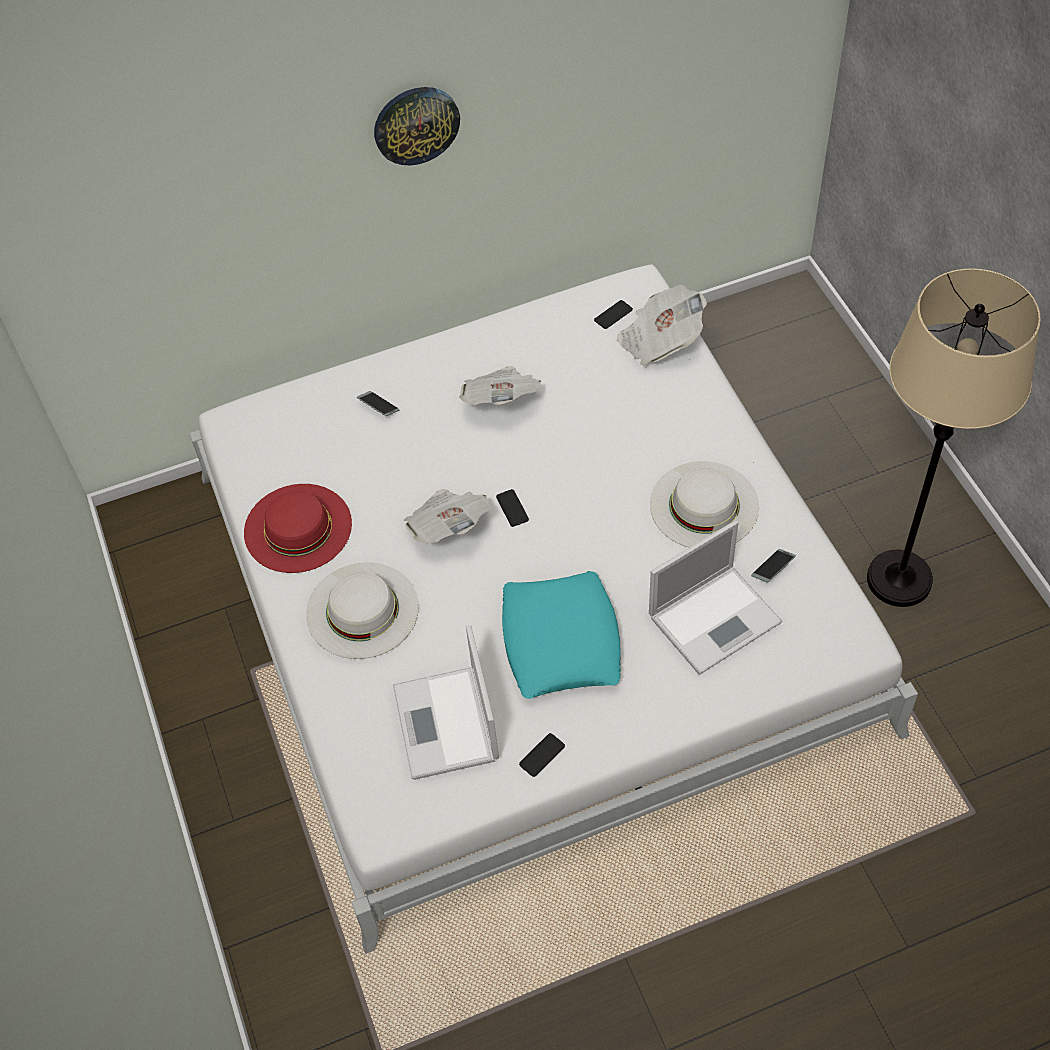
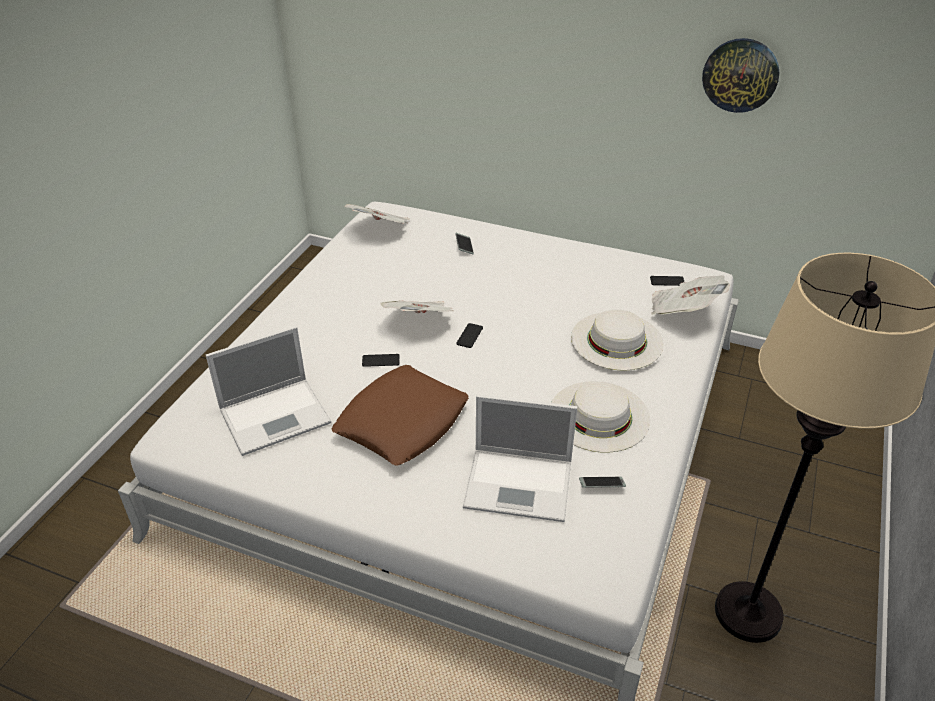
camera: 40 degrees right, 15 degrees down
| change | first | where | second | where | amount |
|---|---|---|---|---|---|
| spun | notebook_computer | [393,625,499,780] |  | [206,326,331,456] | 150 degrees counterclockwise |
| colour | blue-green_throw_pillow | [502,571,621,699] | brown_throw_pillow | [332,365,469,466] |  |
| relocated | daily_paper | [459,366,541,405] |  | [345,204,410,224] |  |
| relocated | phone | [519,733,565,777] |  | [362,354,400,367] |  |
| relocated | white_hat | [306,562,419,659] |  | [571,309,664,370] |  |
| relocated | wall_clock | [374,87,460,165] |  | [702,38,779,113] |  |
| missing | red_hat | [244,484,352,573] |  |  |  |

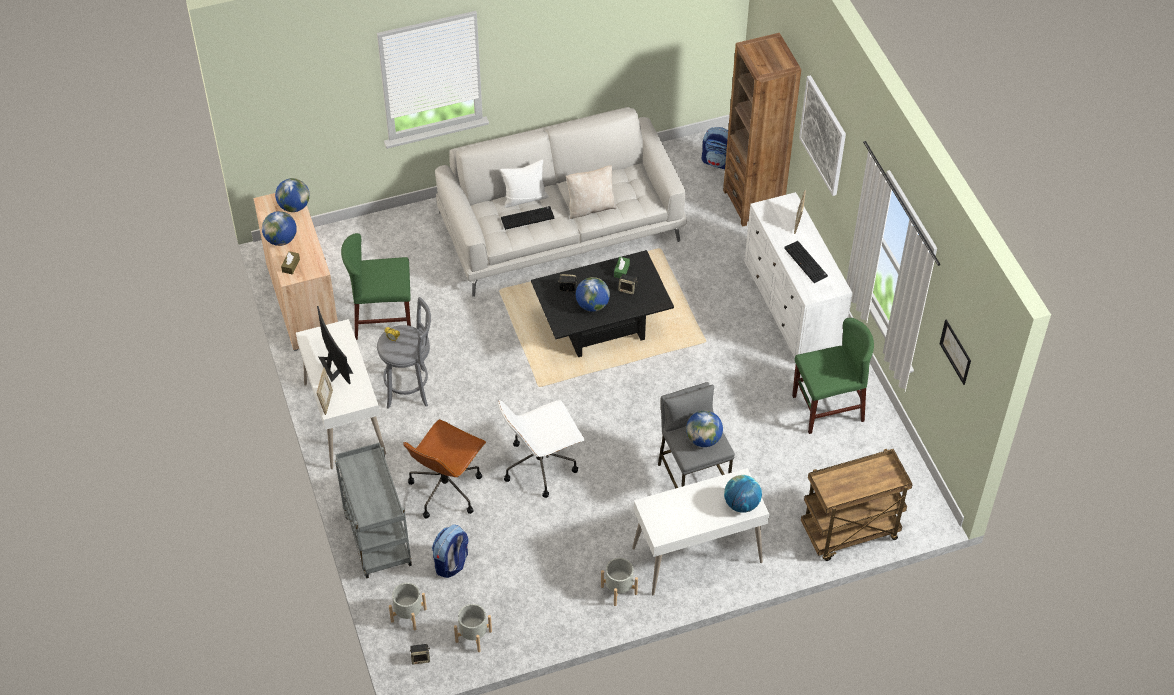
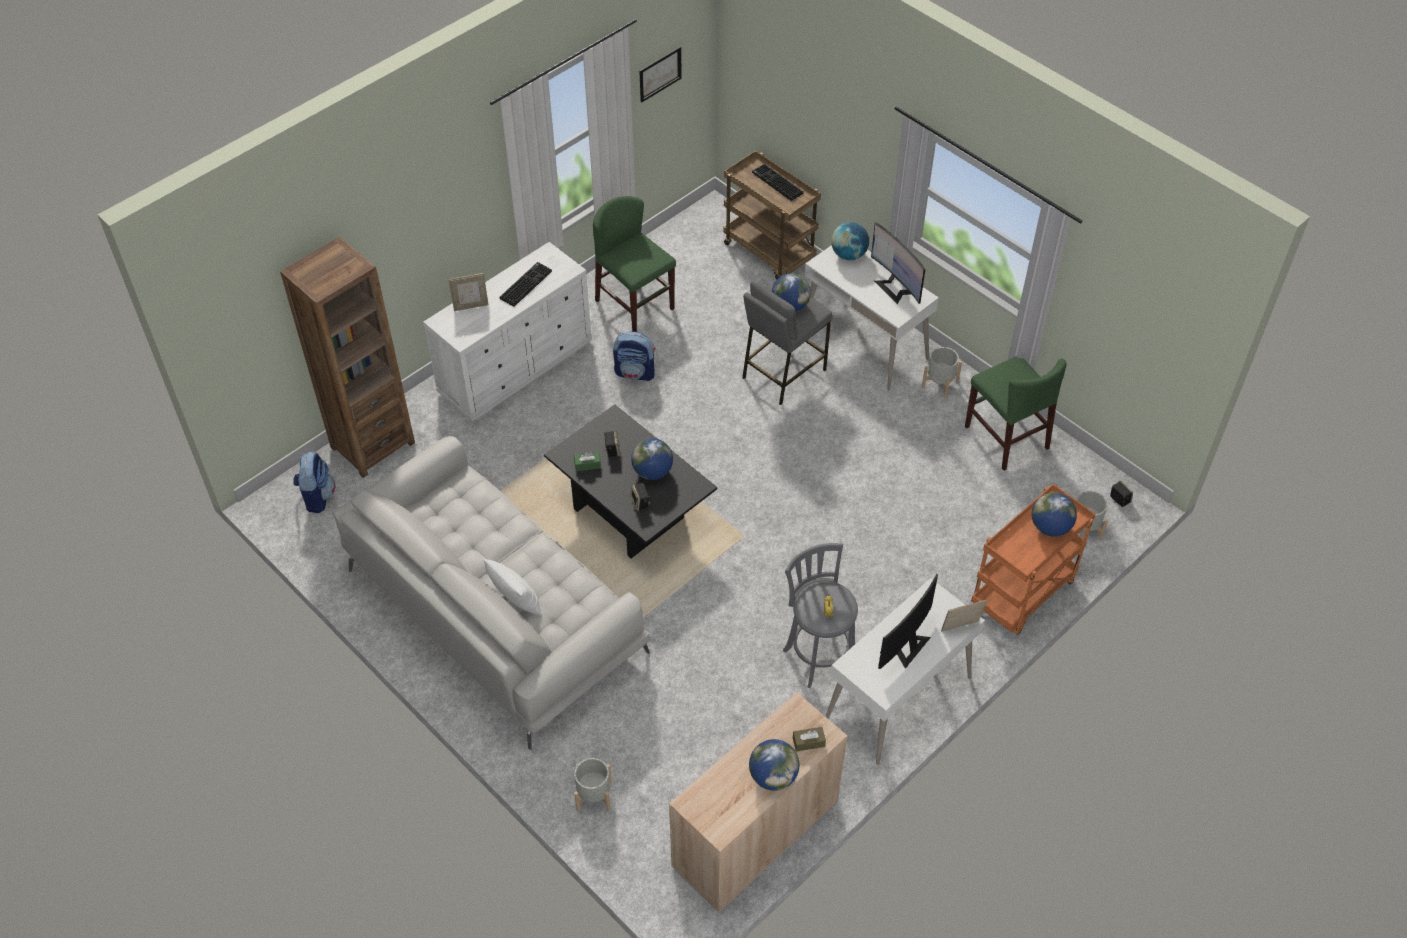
camera: 115 degrees left, 0 degrees up
| change | first | where | second | where | amount |
|---|---|---|---|---|---|
| relocated | greyish_planter | [454,604,492,652] |  | [574,758,612,812] |  |
| relocated | backpack | [432,525,468,578] |  | [613,332,655,381] |  |
| relocated | computer_keyboard | [501,206,554,230] |  | [752,164,804,201] |  |
| appeared |  |  | computer_display | [871,223,925,304] |  |
| relocated | green_chair | [341,233,411,340] |  | [965,356,1067,471] |  |
| colour | greyish_wheeled_cart | [335,442,412,578] | orangey_wheeled_cart | [971,484,1096,635] |  |
| relocated | world_globe | [275,178,310,212] |  | [1032,492,1077,537] |  |
| missing | brown_desk_chair | [403,419,486,518] |  |  |  |
| missing | white_desk_chair | [498,400,585,498] |  |  |  |
| missing | beige-coloured_throw_pillow | [566,165,617,219] |  |  |  |
| missing | wall_art | [799,75,846,196] |  |  |  |

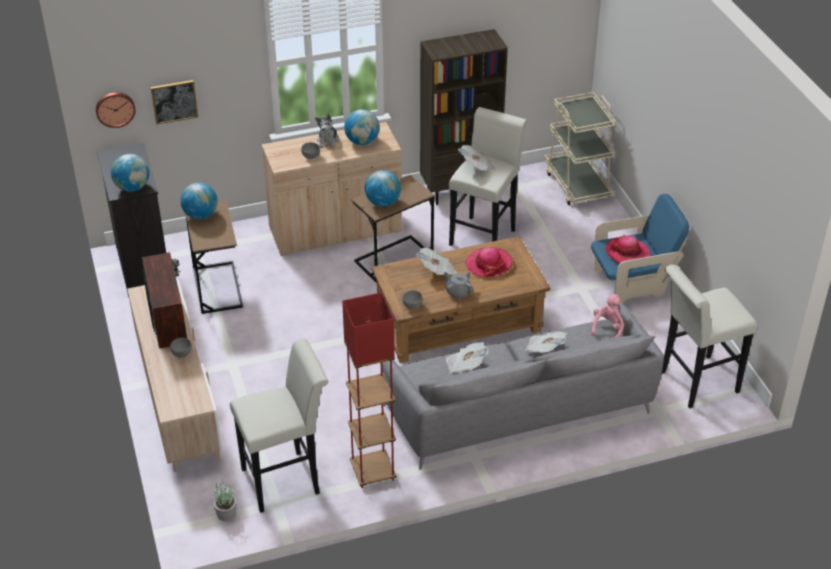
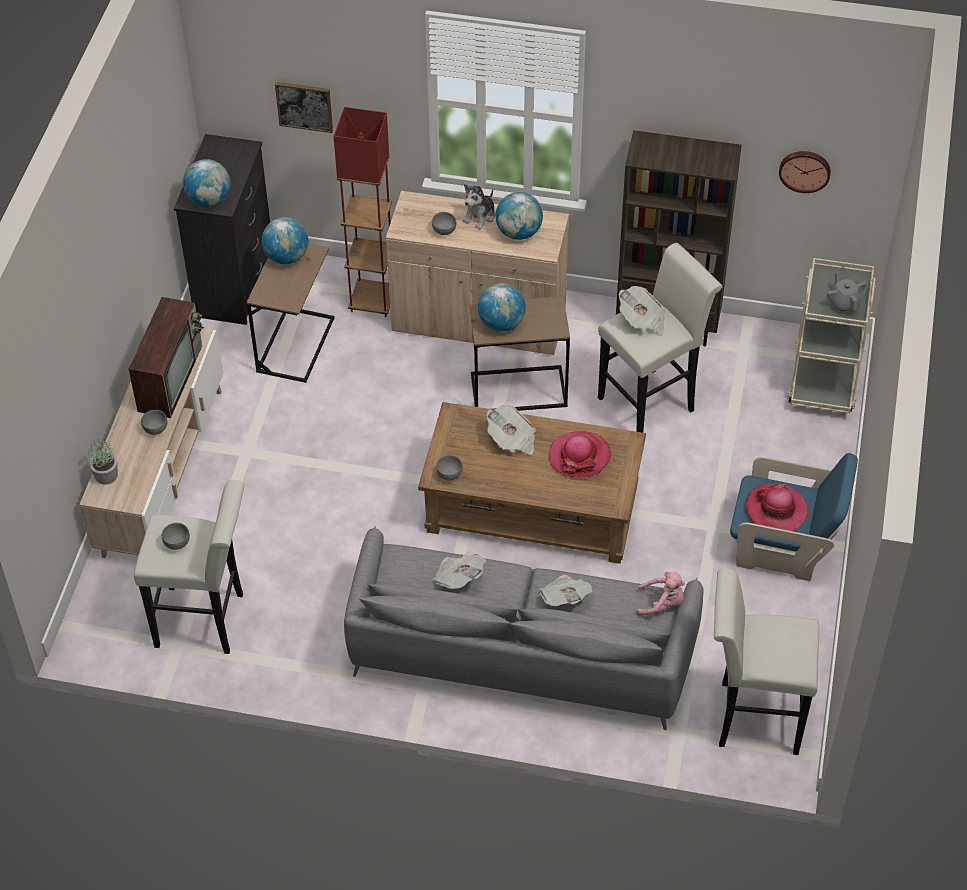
camera: 30 degrees right, 10 degrees up
| change | first | where | second | where | amount |
|---|---|---|---|---|---|
| relocated | plant_in_a_pot | [213,480,237,521] |  | [88,438,118,485] |  |
| appeared |  |  | greyish_bowl | [162,523,190,550] |  |
| relocated | red_standard_lamp | [342,292,396,488] |  | [334,107,392,317] |  |
| spun | pink-coloured_cuddly_toy | [591,294,624,338] |  | [637,571,685,616] | 45 degrees clockwise |
| relocated | wall_clock | [96,92,136,128] |  | [779,151,831,193] |  |
| relocated | greyish_pot_for_tea | [444,271,473,300] |  | [827,272,866,312] |  |

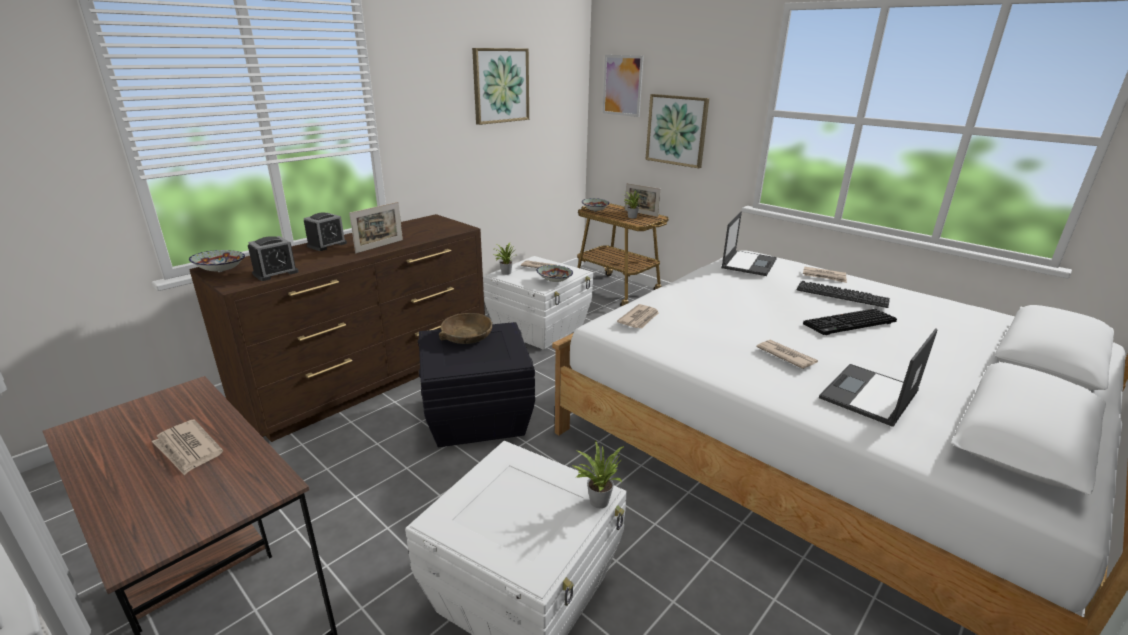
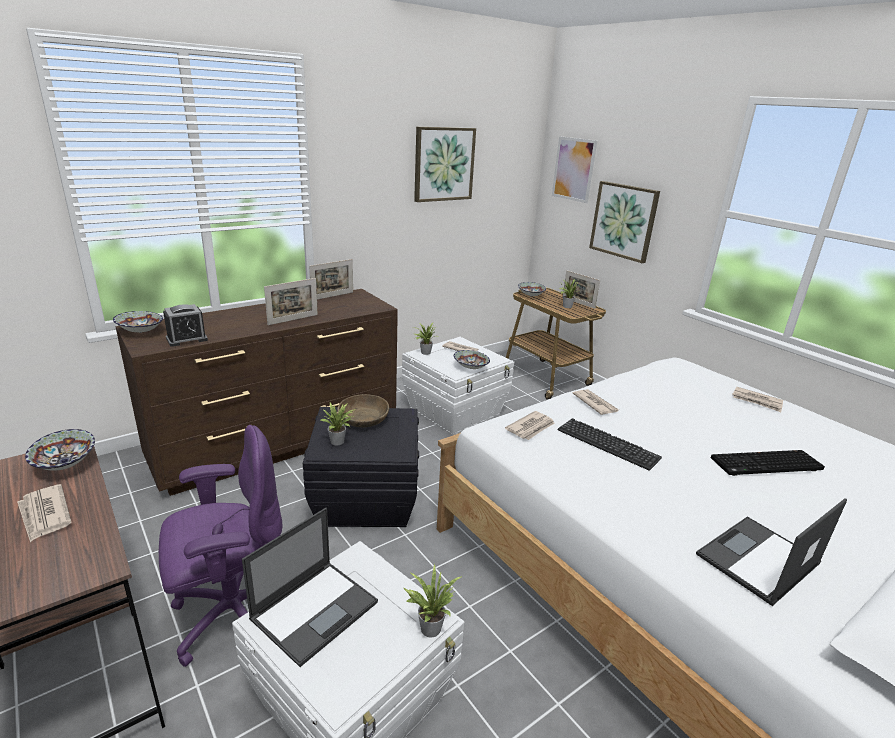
camera: 10 degrees right, 0 degrees up
| change | first | where | second | where | amount |
|---|---|---|---|---|---|
| appeared |  |  | bowl | [25,429,95,471] |  |
| appeared |  |  | purplish_desk_chair | [159,425,282,667] |  |
| relocated | notebook_computer | [721,212,777,276] |  | [242,508,378,667] |  |
| appeared |  |  | picture_frame | [309,259,353,300] |  |
| appeared |  |  | plant_in_a_pot | [321,403,356,445] |  |
| relocated | computer_keyboard | [796,281,890,308] |  | [558,418,662,471] |  |
| relocated | daily_paper | [756,340,818,369] |  | [573,389,619,415] |  |
| missing | table_clock | [304,213,347,251] |  |  |  |

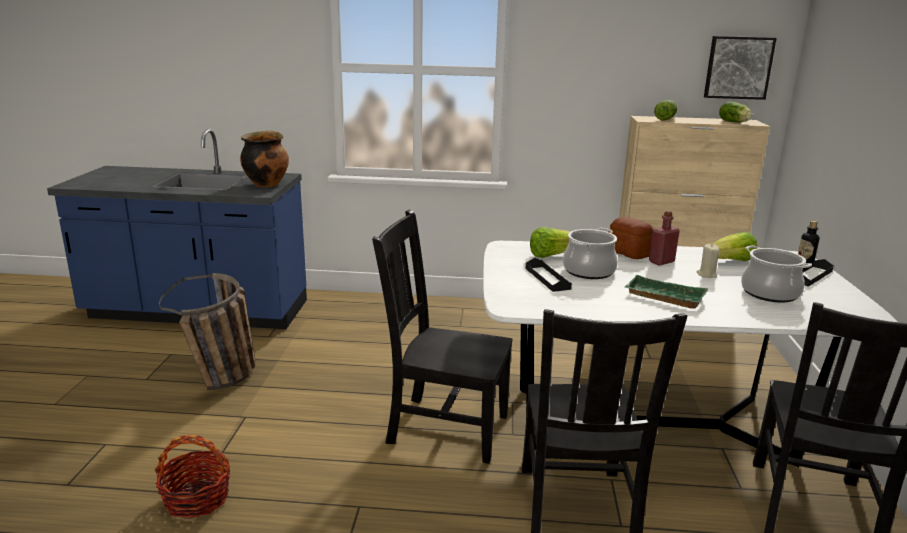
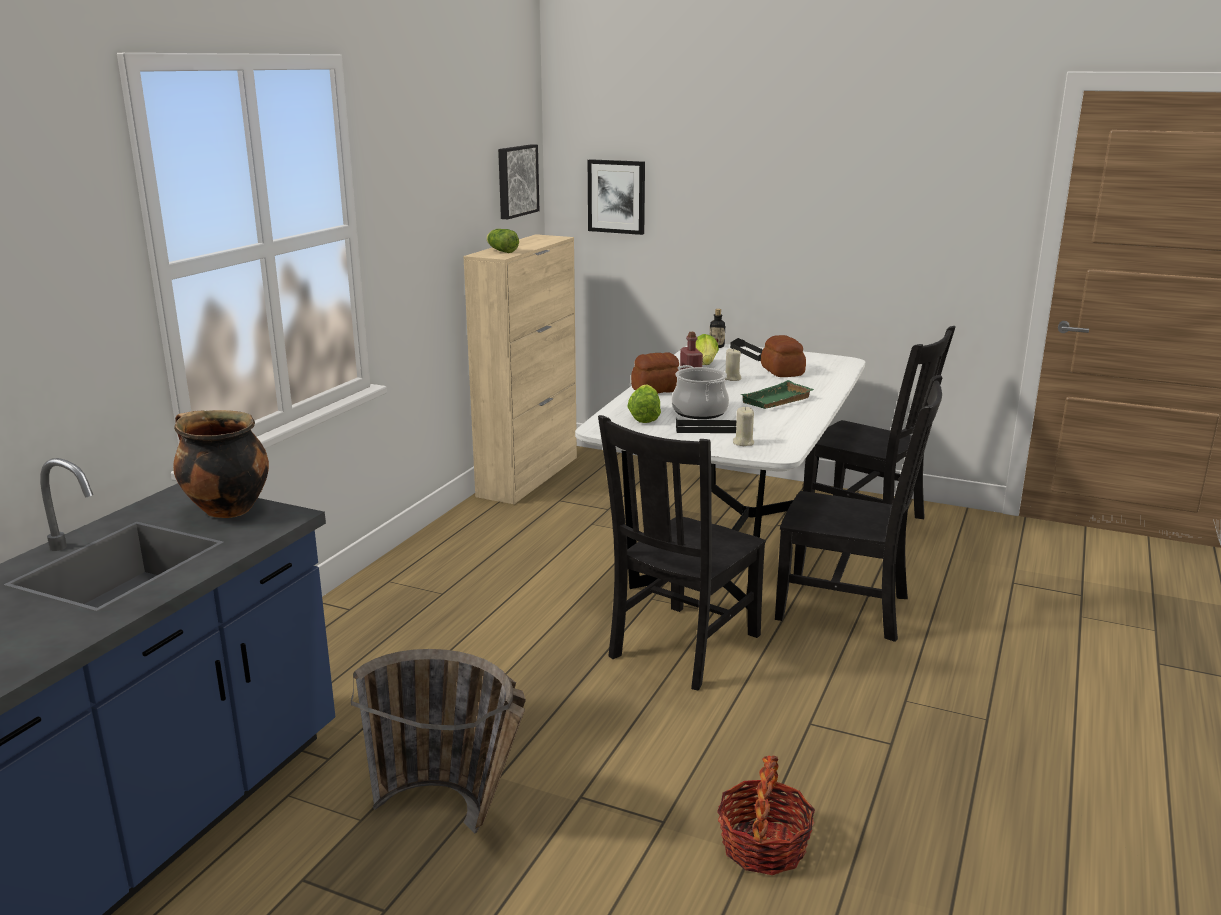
camera: 70 degrees left, 0 degrees up
| change | first | where | second | where | amount |
|---|---|---|---|---|---|
| appeared |  |  | wall_art | [588,159,645,235] |  |
| appeared |  |  | beige-coloured_candle | [733,407,754,446] |  |
| exchanged | cooking_pot | [741,245,812,303] | bakery_bread | [761,335,806,377] |  |
| missing | lettuce_head | [719,101,753,122] |  |  |  |

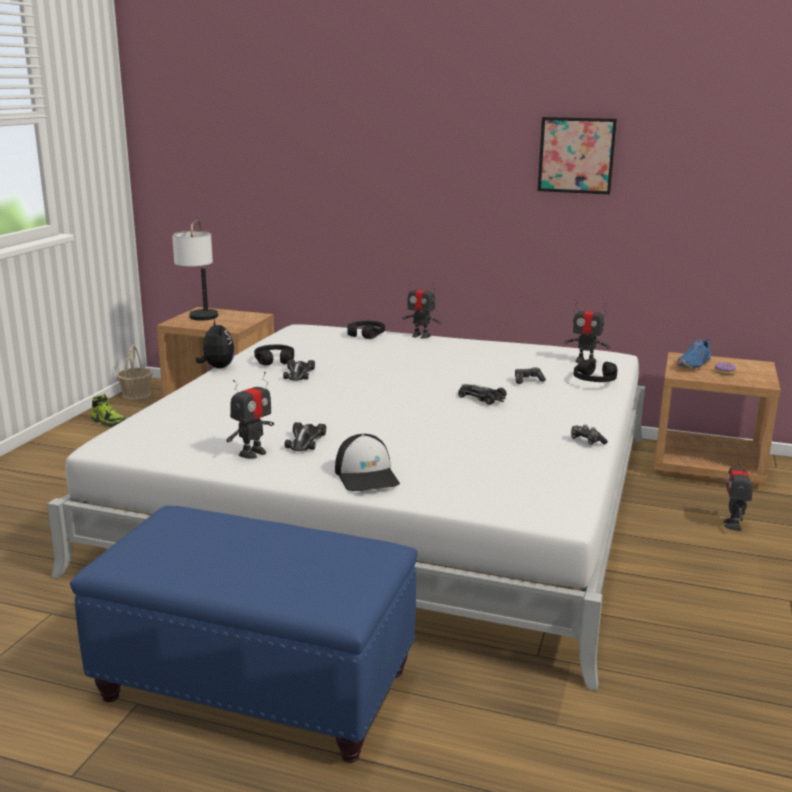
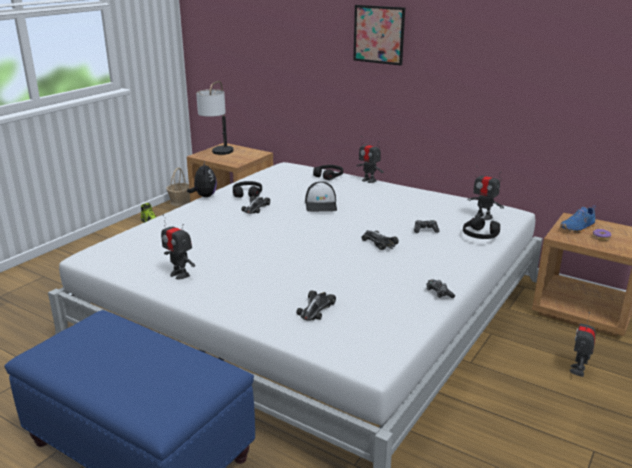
camera: 15 degrees right, 5 degrees up
| change | first | where | second | where | amount |
|---|---|---|---|---|---|
| spun | robot_figure | [226,372,274,459] |  | [161,215,195,279] | 75 degrees clockwise |
| relocated | model_car | [285,422,326,451] |  | [296,290,336,321] |  |
| relocated | baseball_cap | [335,434,400,491] |  | [305,182,337,212] |  |
| relocated | wall_art | [538,117,617,194] |  | [353,5,405,66] |  |

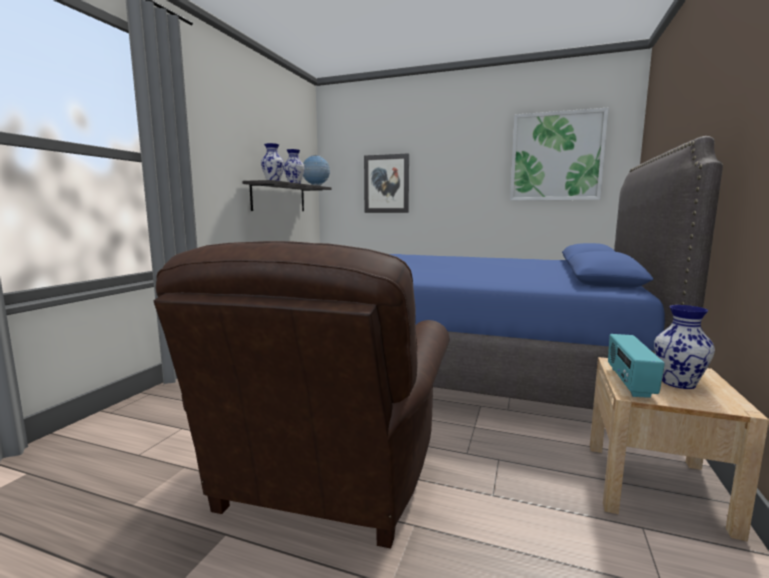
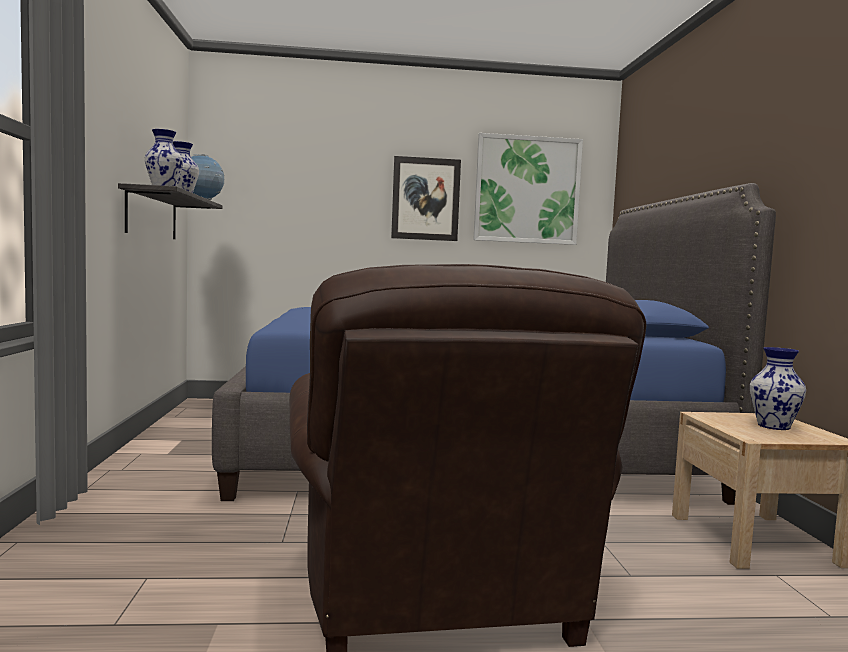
camera: 25 degrees left, 5 degrees down
| change | first | where | second | where | amount |
|---|---|---|---|---|---|
| relocated | wall_art | [364,153,409,213] |  | [391,156,461,241] |  |
| missing | radio_set | [608,334,665,398] |  |  |  |

